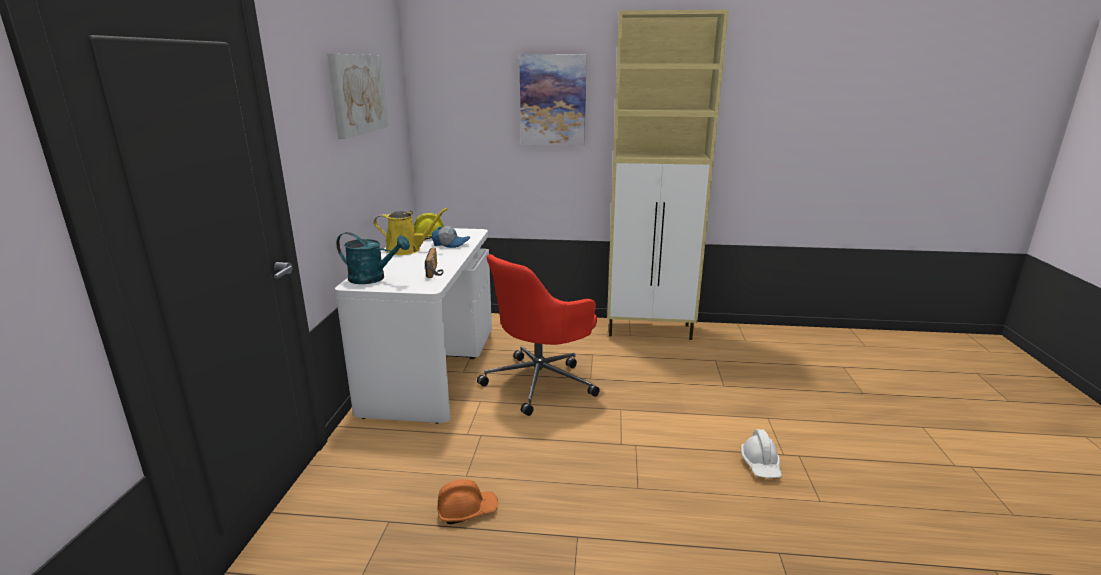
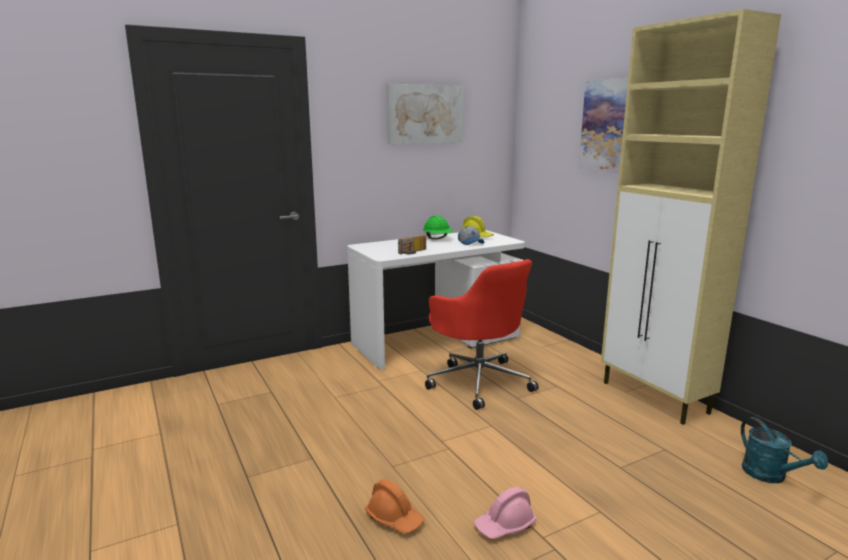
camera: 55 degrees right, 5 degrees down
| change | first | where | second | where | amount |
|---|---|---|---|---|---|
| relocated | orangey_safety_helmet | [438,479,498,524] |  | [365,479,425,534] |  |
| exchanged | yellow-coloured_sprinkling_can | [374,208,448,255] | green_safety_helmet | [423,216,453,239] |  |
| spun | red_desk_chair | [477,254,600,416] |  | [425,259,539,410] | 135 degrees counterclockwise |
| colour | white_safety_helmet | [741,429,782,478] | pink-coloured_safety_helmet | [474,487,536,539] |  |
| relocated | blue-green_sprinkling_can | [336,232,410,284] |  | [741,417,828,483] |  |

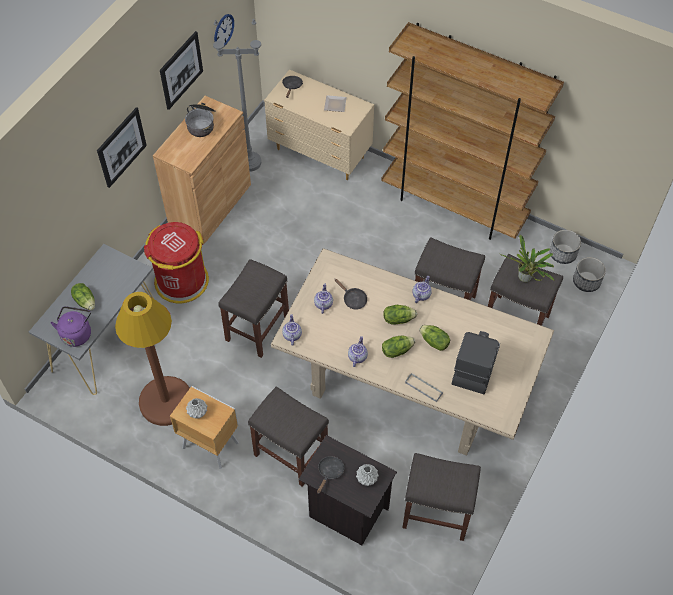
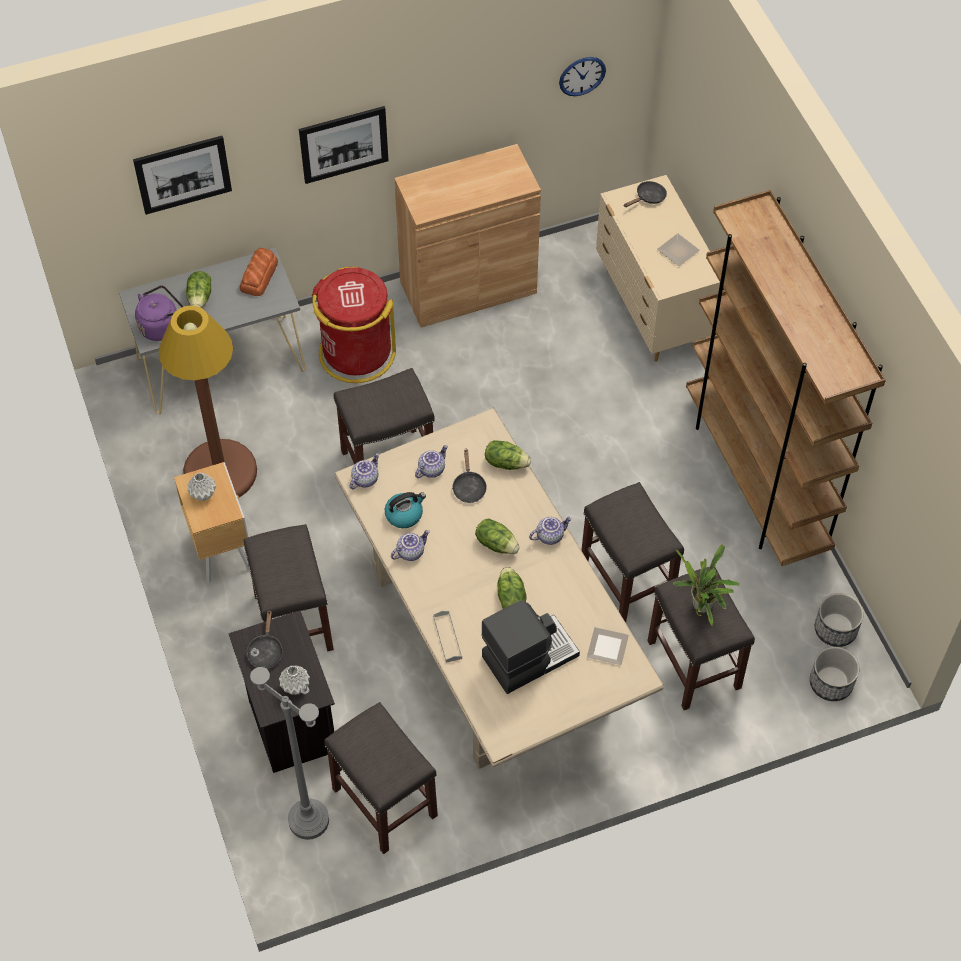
camera: 40 degrees right, 0 degrees up
| change | first | where | second | where | amount |
|---|---|---|---|---|---|
| relocated | wall_art | [160,31,203,110] |  | [133,136,232,215] |  |
| appeared |  |  | bakery_bread | [240,248,278,296] |  |
| spun | black-coloured_frying_pan | [317,456,344,494] |  | [246,611,283,669] | 120 degrees clockwise |
| relocated | greyish_standard_lamp | [213,19,261,172] |  | [250,648,329,840] |  |
| appeared |  |  | water_kettle | [385,492,426,528] |  |
| relocated | lettuce_head | [382,336,415,358] |  | [485,440,531,470] |  |
| appeared |  |  | plate | [587,627,629,665] |  |
| missing | cooking_pot | [185,103,216,137] |  |  |  |

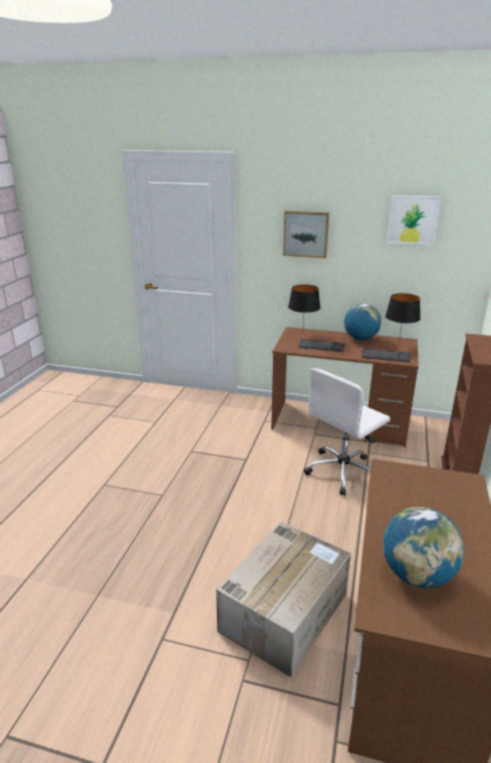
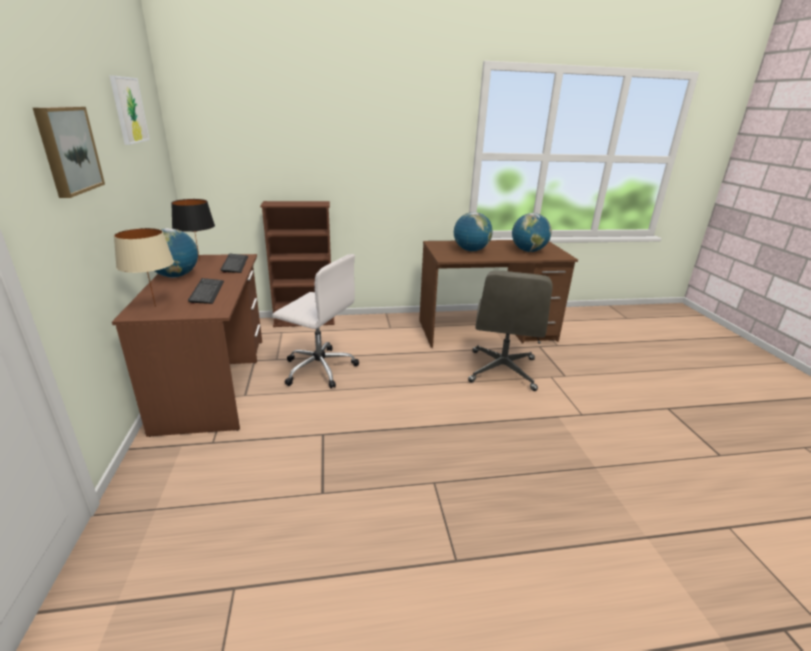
camera: 115 degrees left, 0 degrees up
| change | first | where | second | where | amount |
|---|---|---|---|---|---|
| colour | black-coloured_lamp_for_a_table | [288,285,320,327] | beige-coloured_lamp_for_a_table | [114,228,174,307] |  |
| appeared |  |  | world_globe | [454,212,493,252] |  |
| exchanged | packing_box | [216,522,351,677] | greyish_desk_chair | [468,270,553,391] |  |

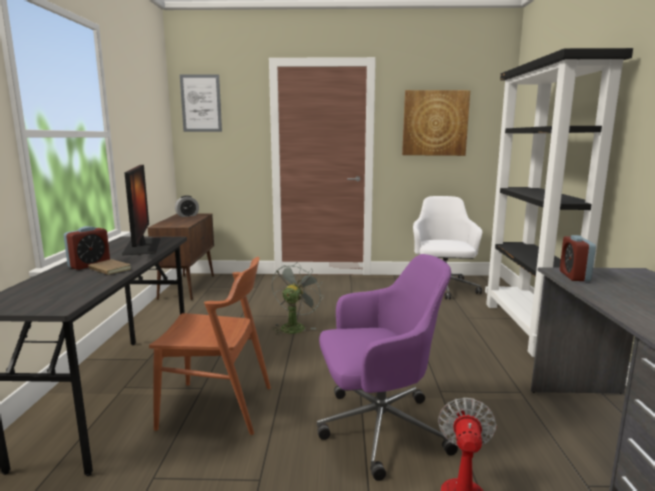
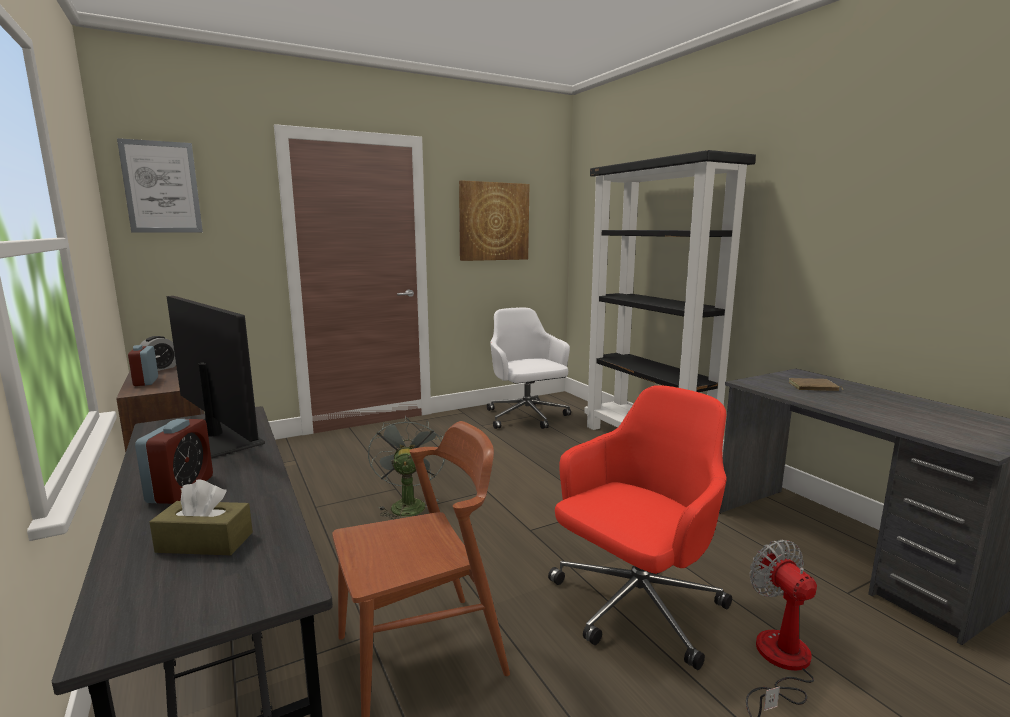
camera: 30 degrees left, 0 degrees up
| change | first | where | second | where | amount |
|---|---|---|---|---|---|
| relocated | table_clock | [560,235,596,282] |  | [128,345,158,386] |  |
| appeared |  |  | brown_box_of_tissues | [149,480,253,555] |  |
| colour | purplish_desk_chair | [317,254,458,481] | red_desk_chair | [548,385,732,670] |  |
| relocated | brown_book | [88,259,131,275] |  | [789,378,843,391] |  |

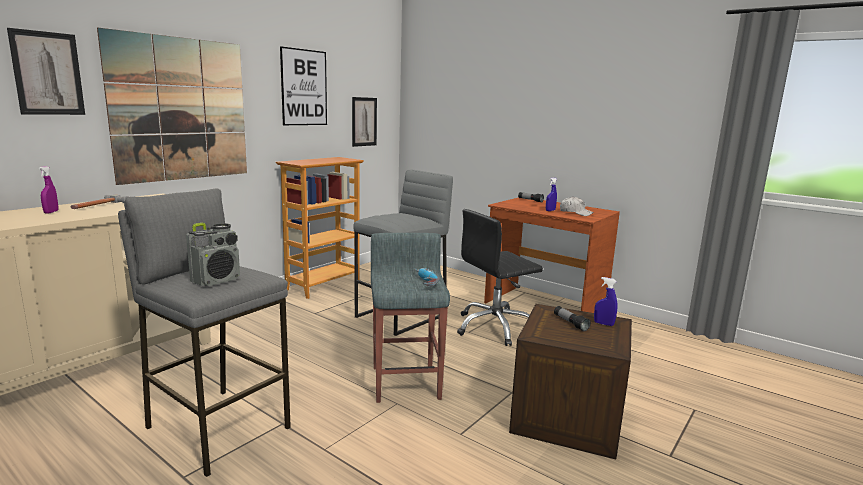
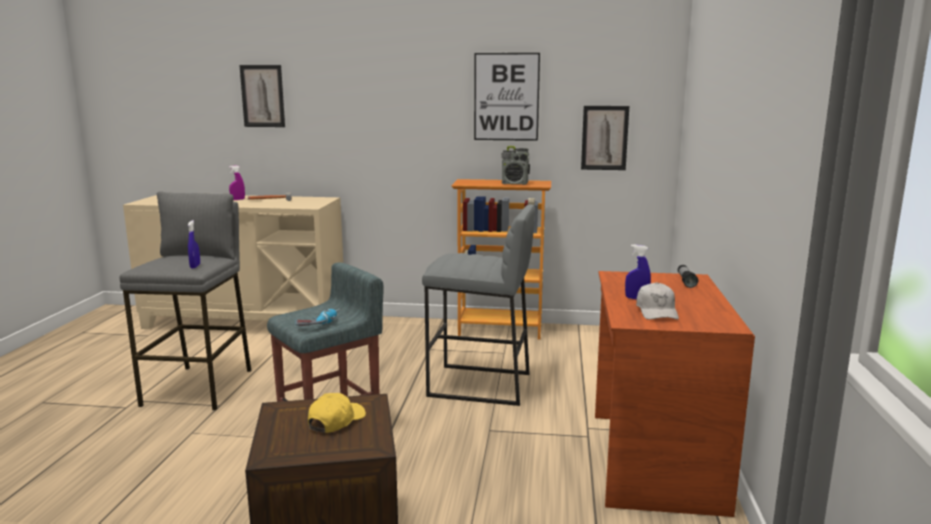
camera: 60 degrees right, 0 degrees up
| change | first | where | second | where | amount |
|---|---|---|---|---|---|
| relocated | bluish_spray_bottle | [594,277,618,326] |  | [188,220,200,268] |  |
| exchanged | flashlight | [554,306,591,331] | yellow-coloured_baseball_cap | [308,393,366,433] |  |
| relocated | radio_set | [186,223,240,286] |  | [501,146,530,185] |  |
| missing | wall_art | [97,28,247,185] |  |  |  |
| missing | black-coloured_desk_chair | [457,209,543,346] |  |  |  |

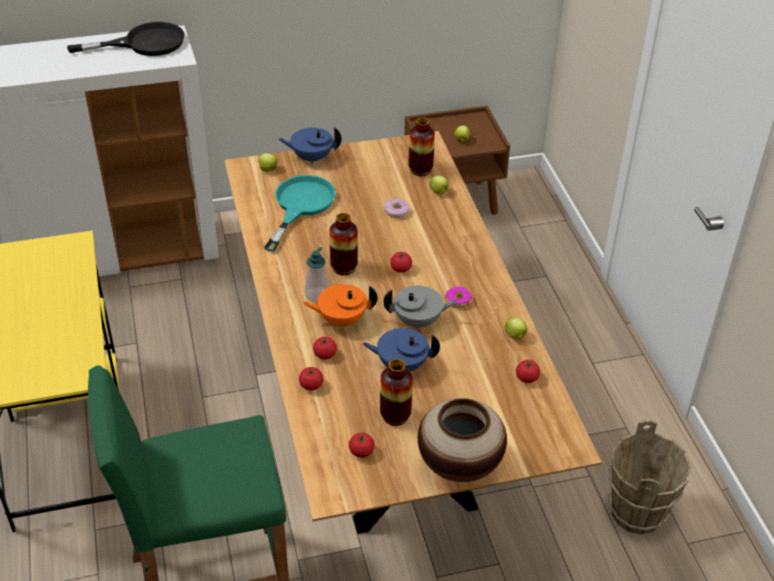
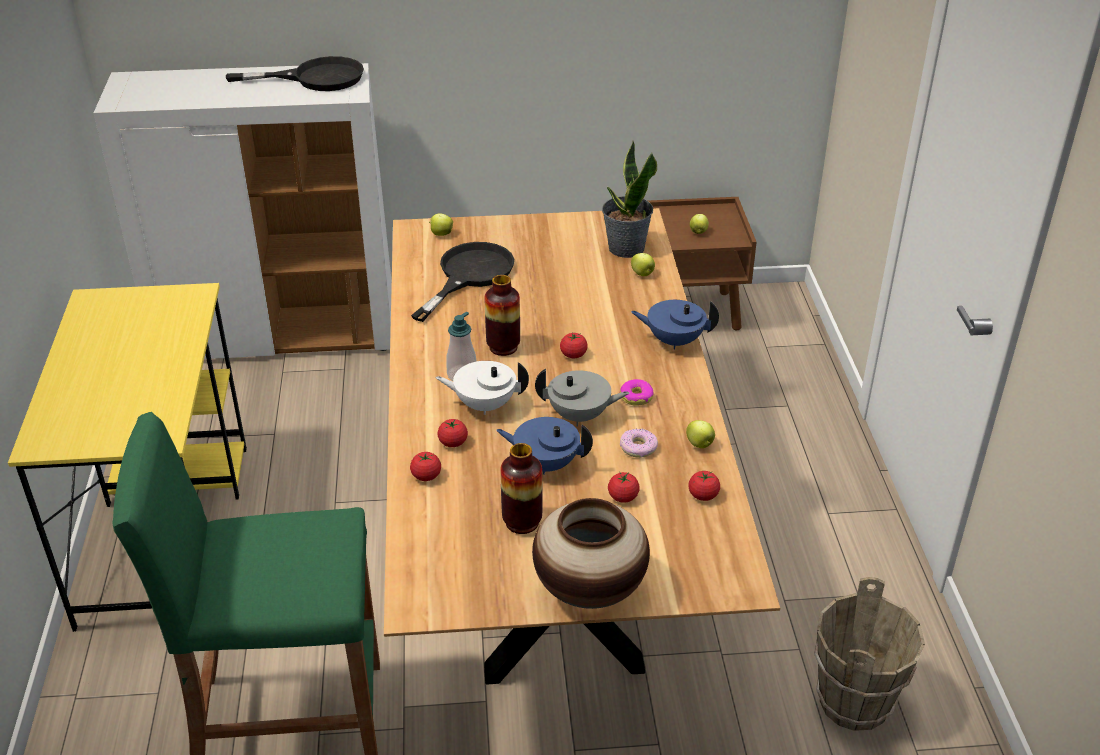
camera: 10 degrees right, 5 degrees down
| change | first | where | second | where | amount |
|---|---|---|---|---|---|
| colour | blue-green_frying_pan | [264,175,336,252] | black-coloured_frying_pan | [411,242,514,322] |  |
| colour | orangey_pot_for_tea | [303,284,377,328] | white_pot_for_tea | [436,361,529,415] |  |
| exchanged | vase | [409,117,435,176] | plant_in_a_pot | [602,141,657,258] |  |
| relocated | fresh_tomato | [349,433,375,458] |  | [608,472,640,503] |  |
| relocated | ring_doughnut | [384,198,410,218] |  | [620,429,658,458] |  |
| relocated | bluish_pot_for_tea | [278,127,342,164] |  | [631,300,719,349] |  |

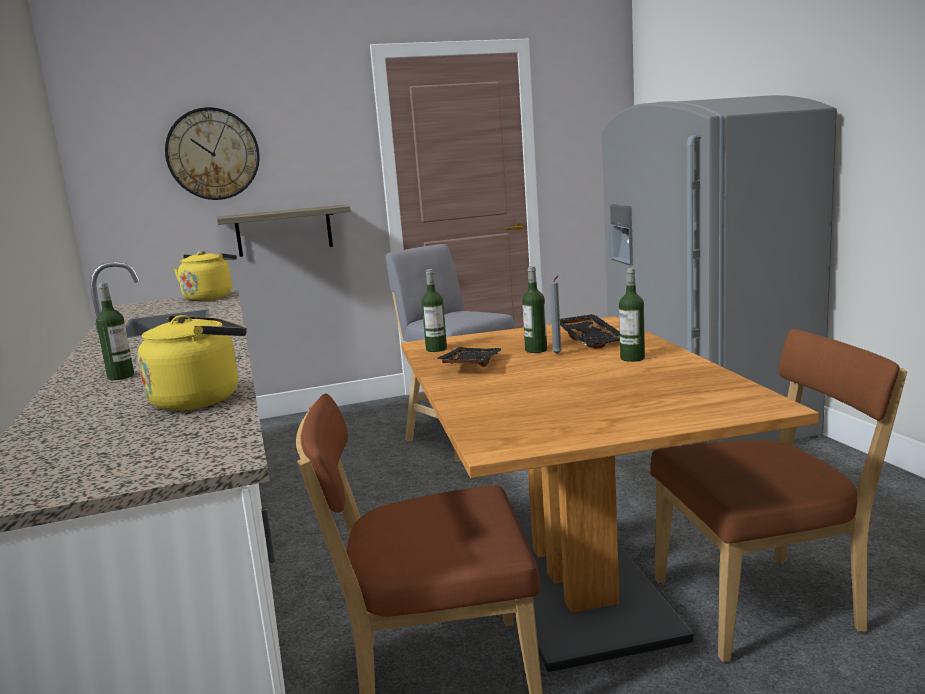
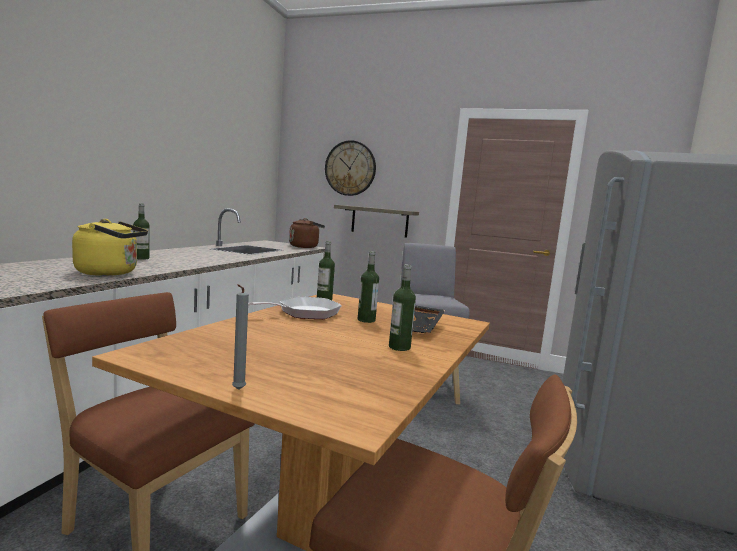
camera: 35 degrees right, 5 degrees down
| change | first | where | second | where | amount |
|---|---|---|---|---|---|
| relocated | greyish_candle | [550,275,562,354] |  | [232,284,249,390] |  |
| exchanged | black-coloured_tray | [435,347,504,367] | frying_pan | [248,297,342,319] |  |
| colour | yellow-coloured_water_kettle | [174,251,237,301] | brown_water_kettle | [289,218,325,248] |  |

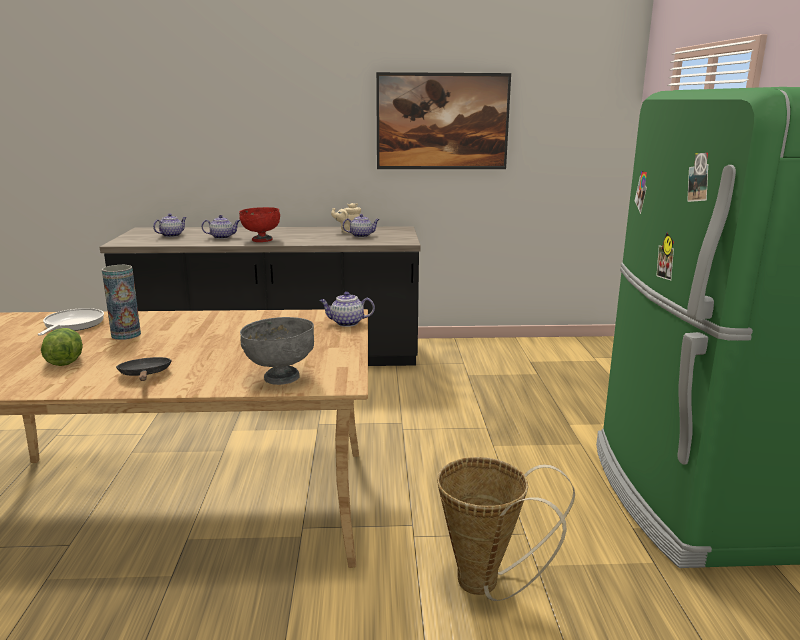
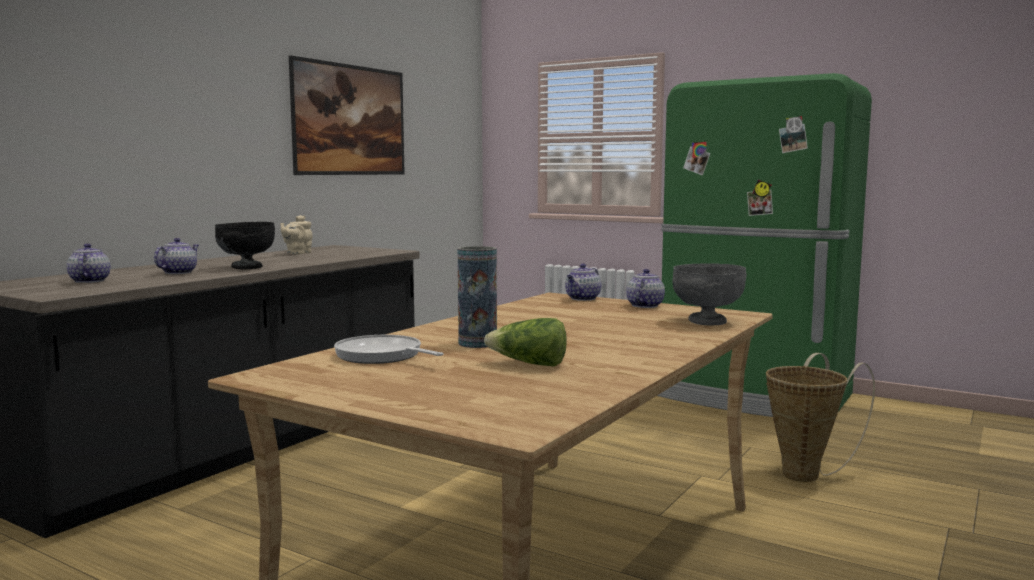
camera: 55 degrees left, 10 degrees down
| change | first | where | second | where | amount |
|---|---|---|---|---|---|
| colour | red_bowl | [239,207,280,242] | black-coloured_bowl | [215,222,275,269] |  |
| relocated | pot_for_tea | [343,214,380,237] |  | [626,269,665,308] |  |
| missing | black-coloured_frying_pan | [116,357,172,381] |  |  |  |

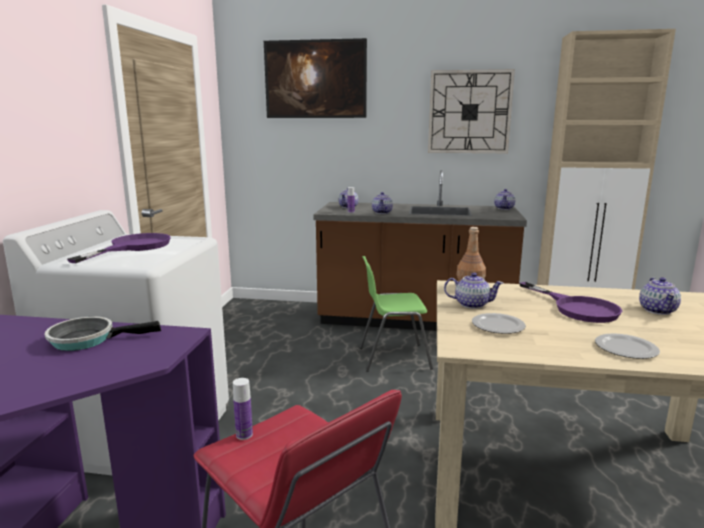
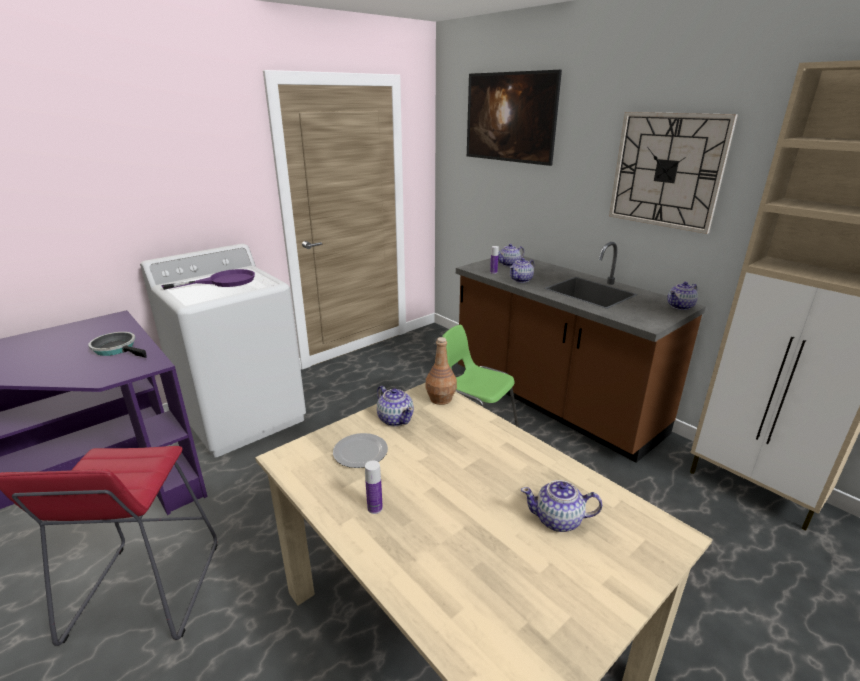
camera: 40 degrees right, 10 degrees up
| change | first | where | second | where | amount |
|---|---|---|---|---|---|
| relocated | bottle | [233,378,253,440] |  | [365,460,383,514] |  |
| spun | pot_for_tea | [639,277,681,315] |  | [521,480,602,532] | 45 degrees clockwise |
| missing | purplish_frying_pan | [519,282,622,323] |  |  |  |
| missing | plate | [595,333,660,359] |  |  |  |

